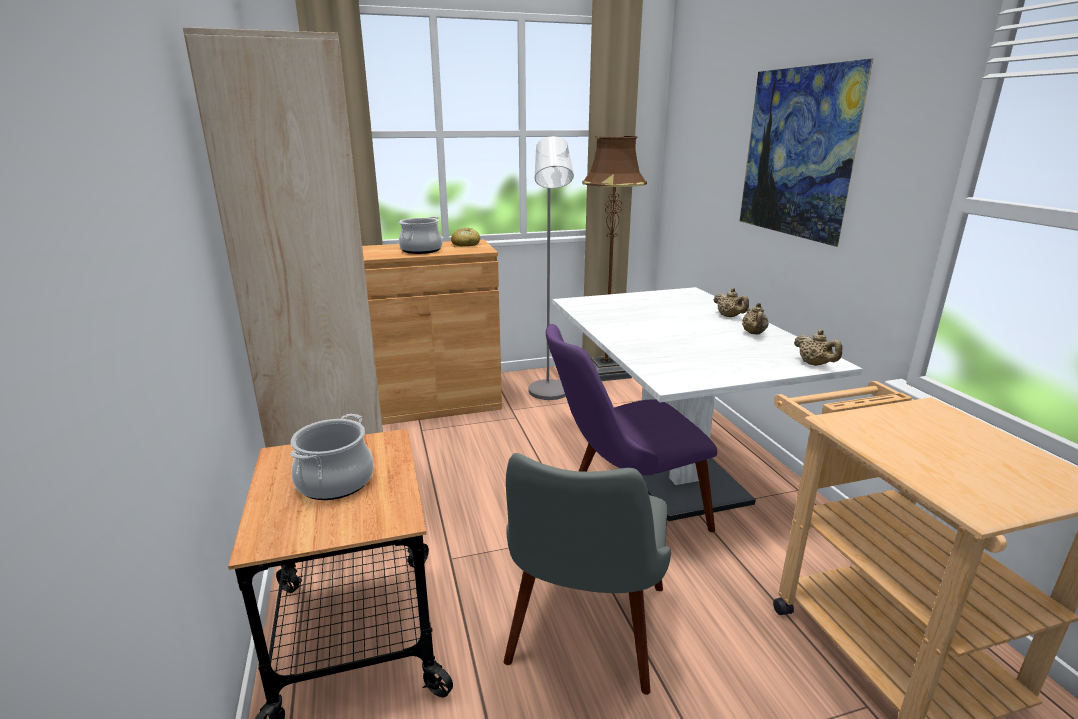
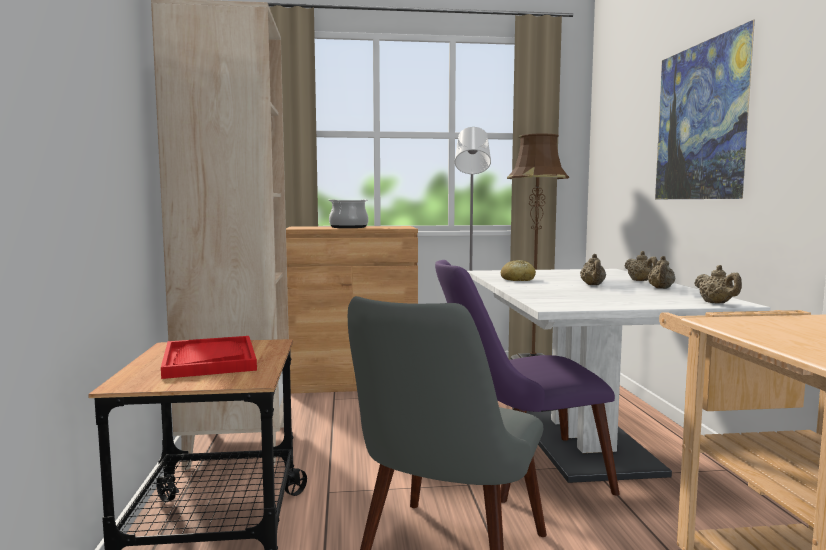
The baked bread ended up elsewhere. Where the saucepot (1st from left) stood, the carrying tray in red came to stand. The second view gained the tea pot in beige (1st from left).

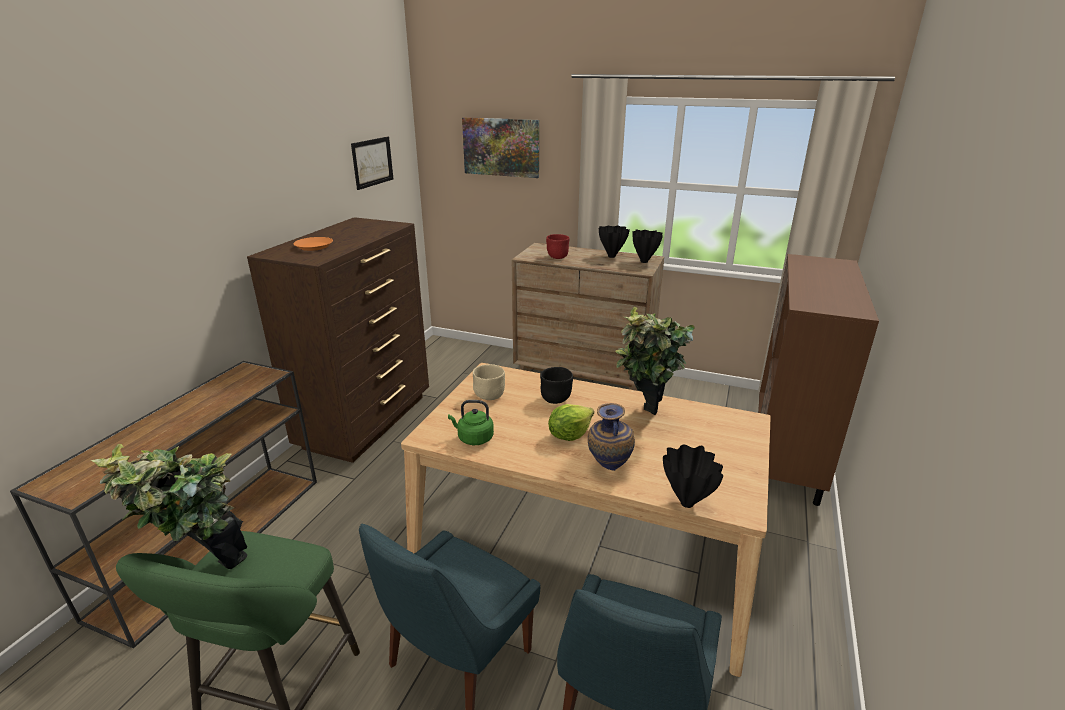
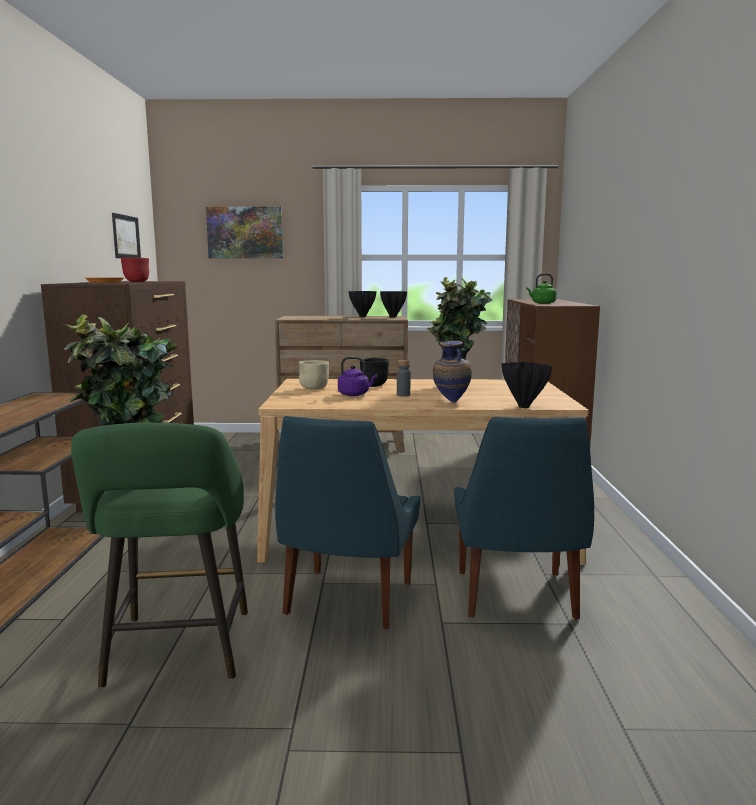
The serving bowl in red ended up elsewhere. The tea kettle in green-coloured ended up elsewhere. Where the lettuce head stood, the drink bottle in grey came to stand. The second view gained the tea kettle in purplish.

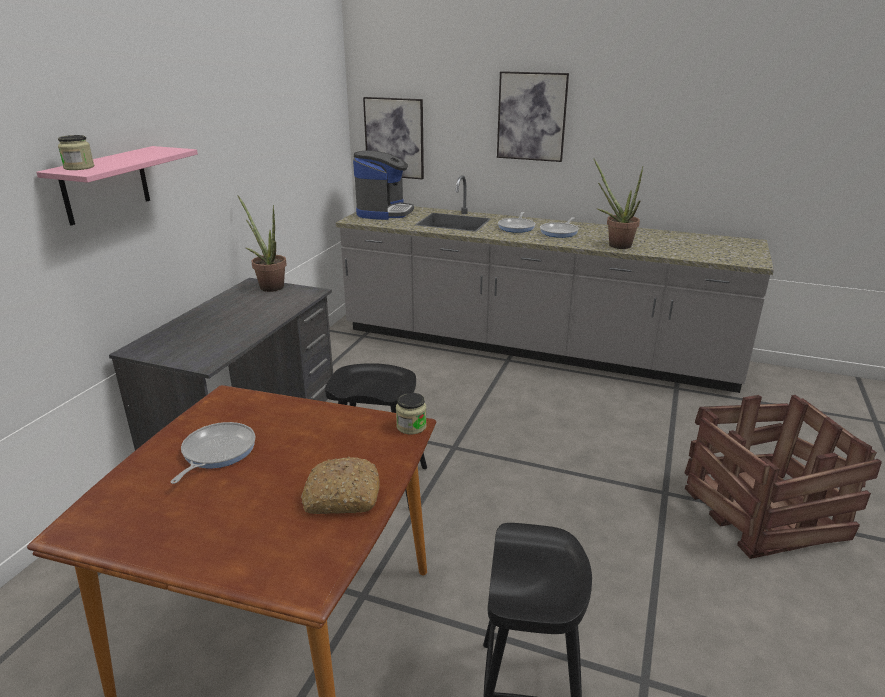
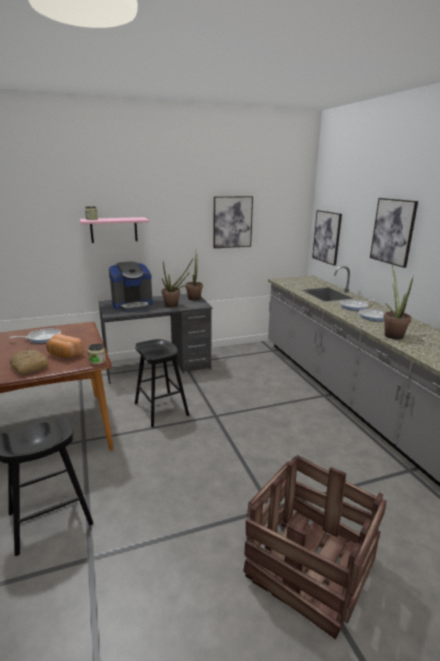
The coffee machine ended up elsewhere. The second view gained the wall picture (1st from left). The second view gained the potted plant (1st from left). The second view gained the baked bread (2nd from left).

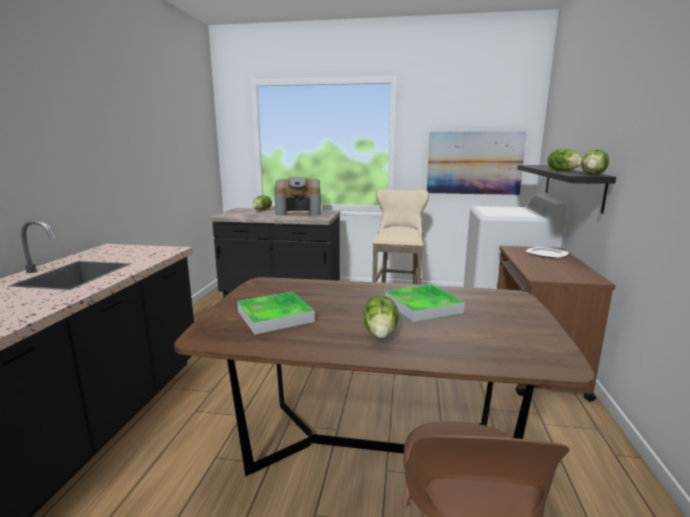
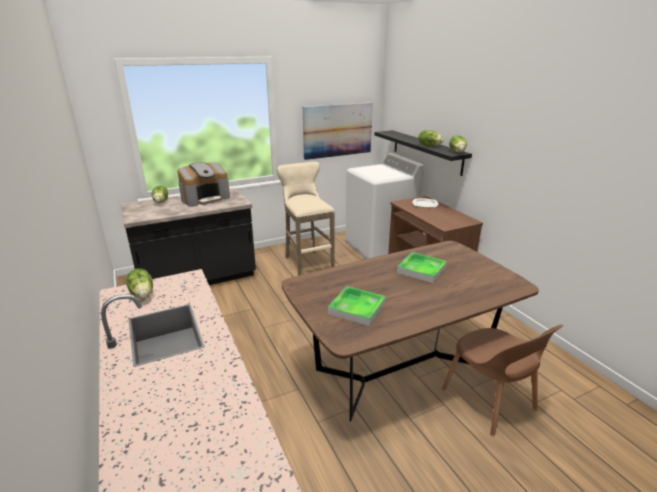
The lettuce head (2nd from left in the first image) ended up elsewhere.

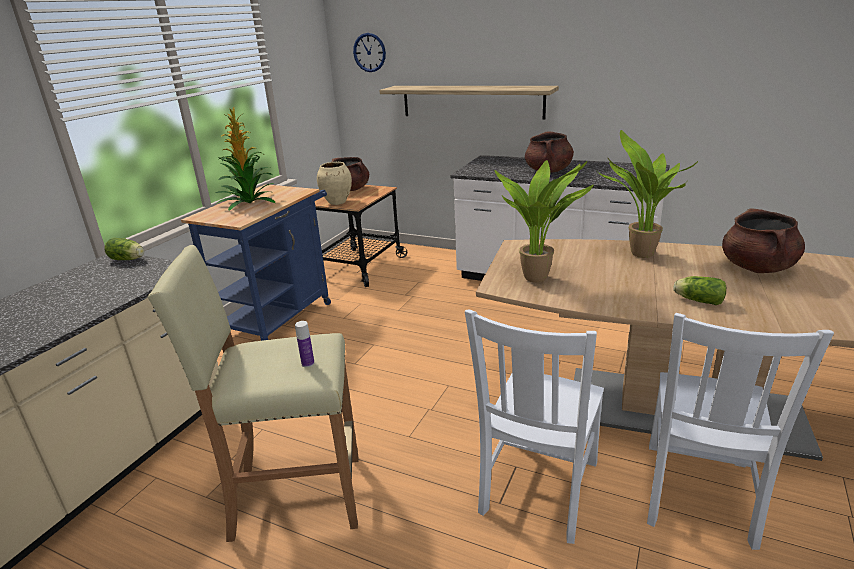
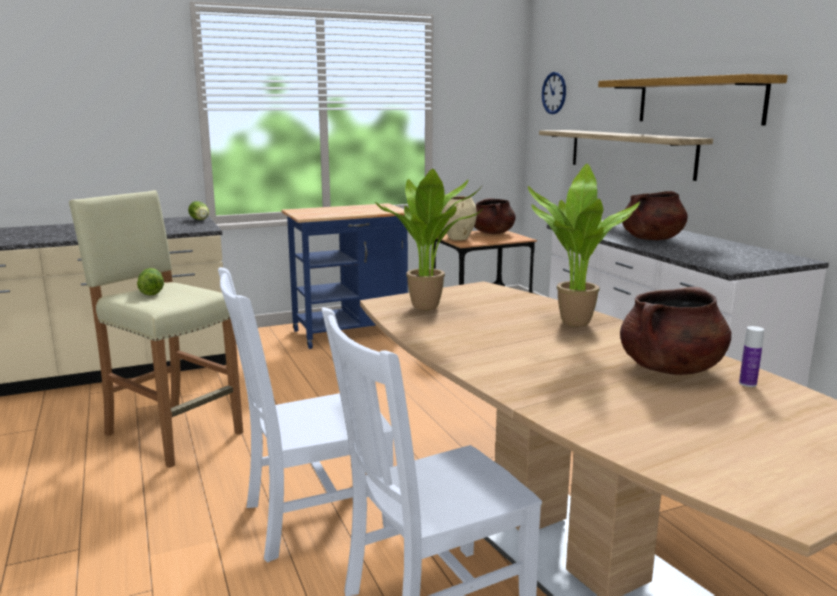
The second view lost the potted plant (1st from left). The lettuce head (2nd from left in the first image) ended up elsewhere. The drink bottle ended up elsewhere. The second view gained the wall shelf (2nd from left).

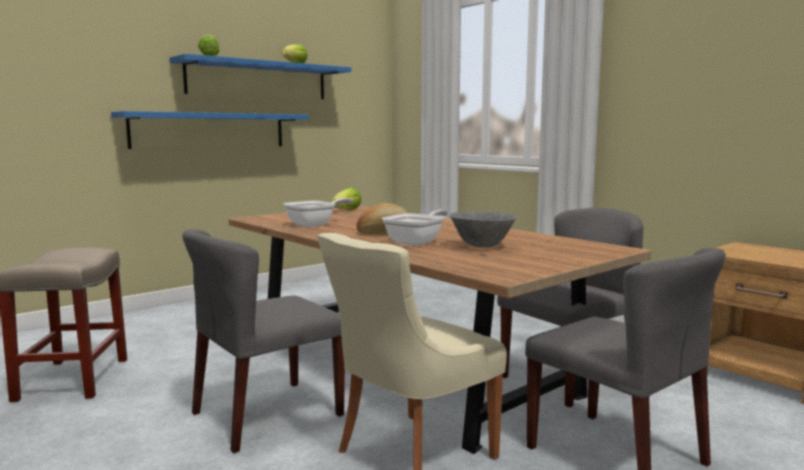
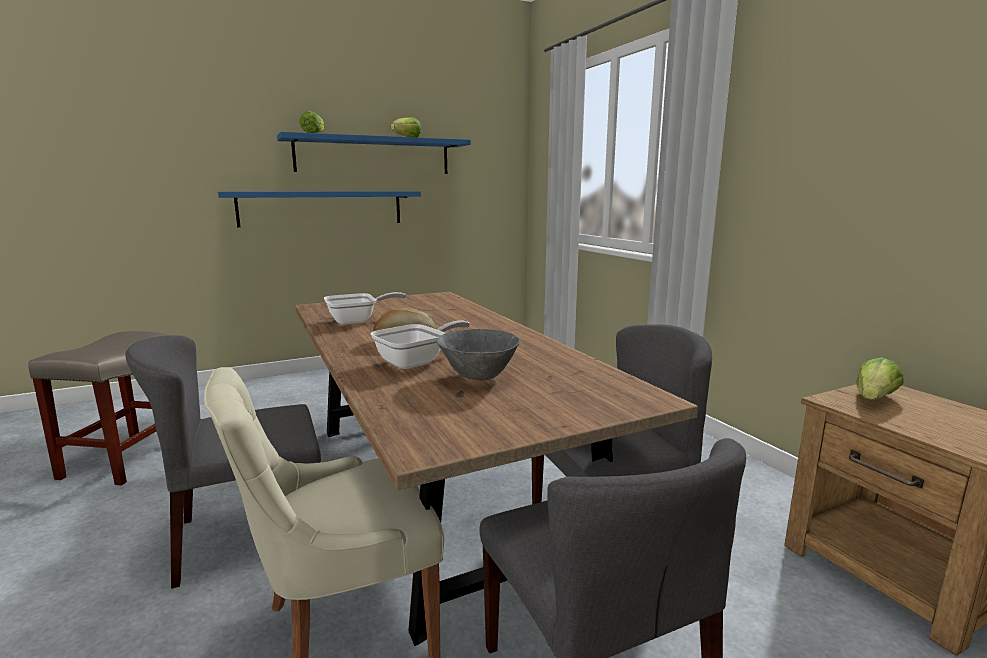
The lettuce head (3rd from left) ended up elsewhere.

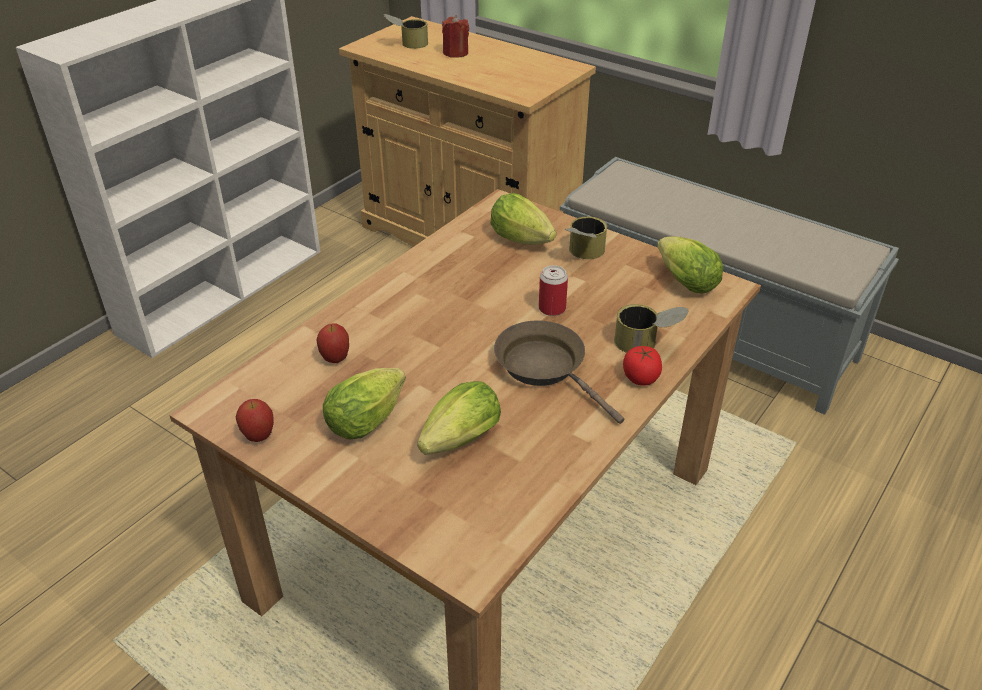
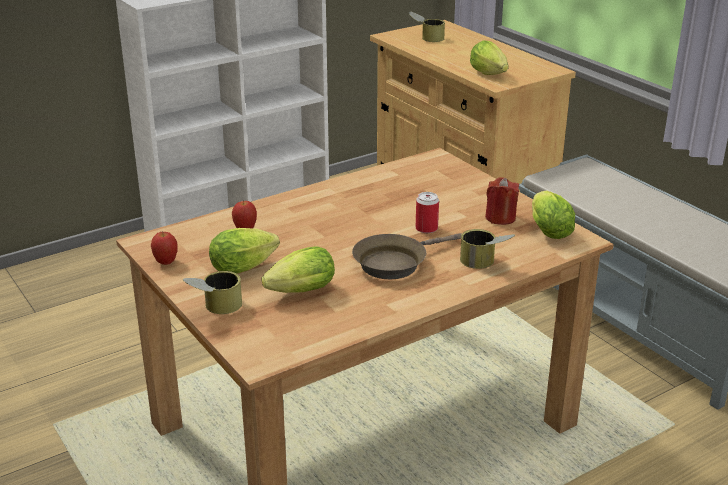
The wax light in red ended up elsewhere. The lettuce head (3rd from left) ended up elsewhere. The metal can (3rd from left in the first image) ended up elsewhere. The skillet in brownish ended up facing another way, 105 degrees counterclockwise from before. The second view lost the whole tomato.

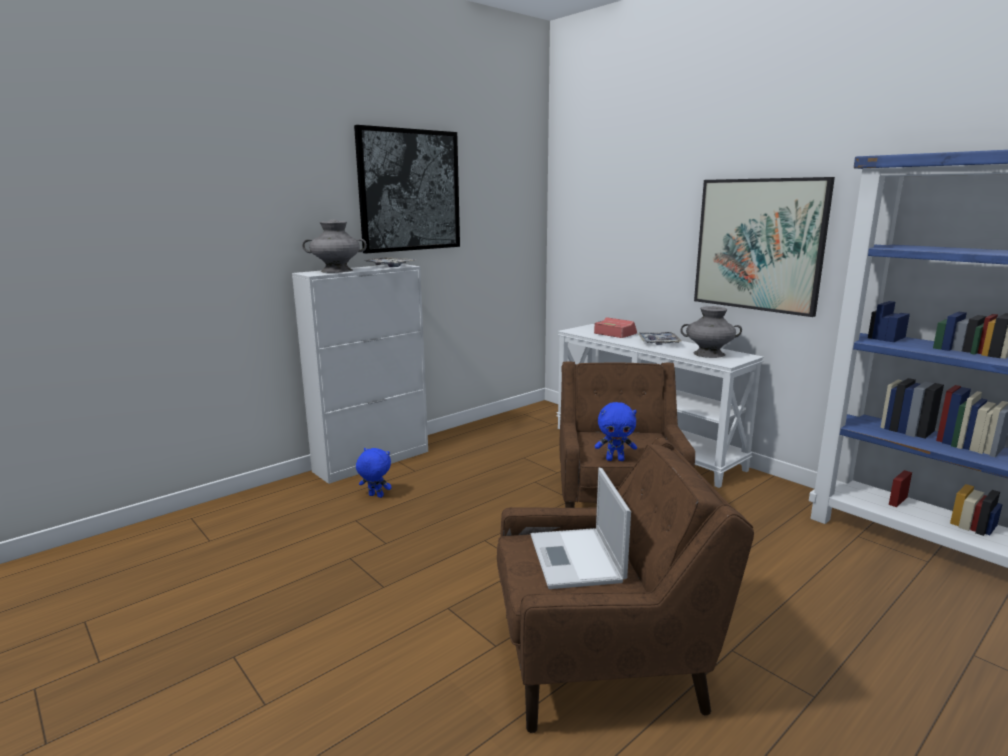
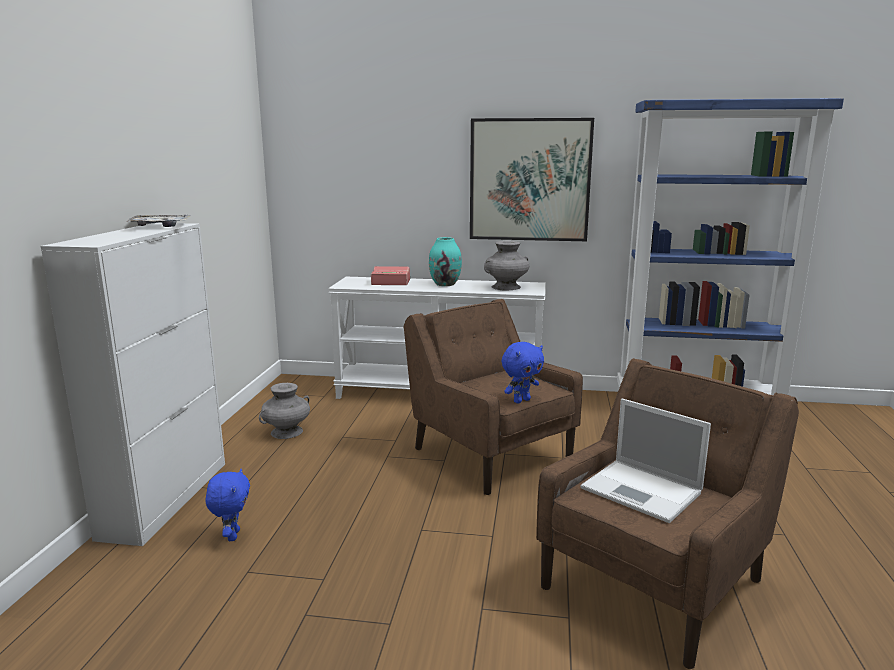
The second view lost the wall picture (1st from left). The flower vase in grey (1st from left) ended up elsewhere. Where the carrying tray (2nd from left) stood, the flower vase in turquoise came to stand. The cuddly toy in bluish (1st from left) ended up facing another way, 105 degrees clockwise from before.

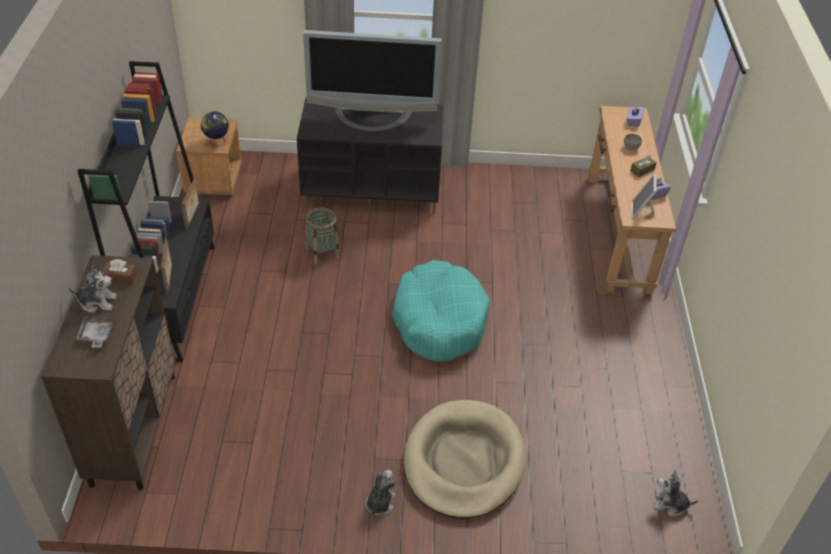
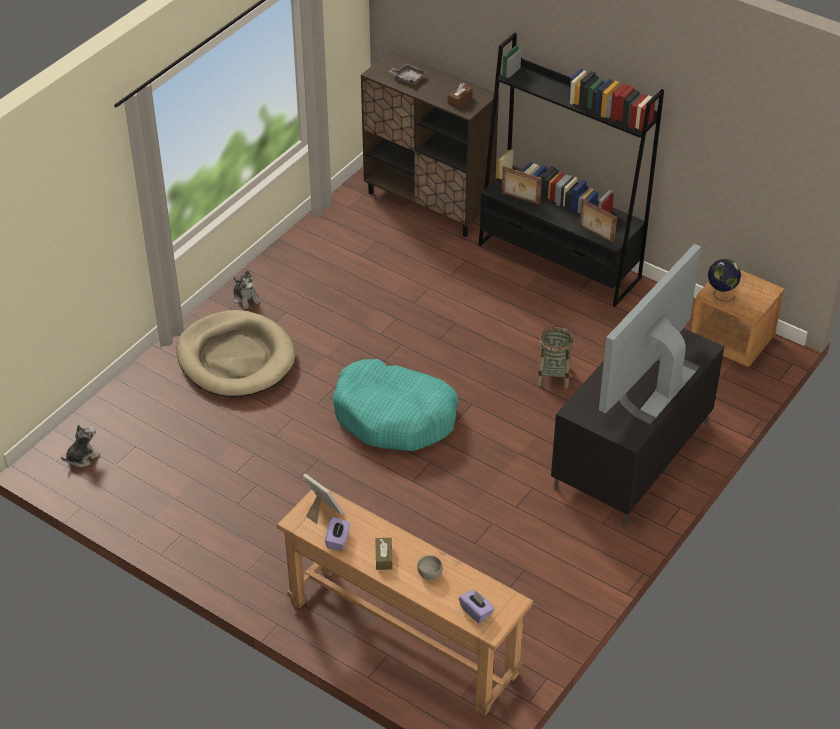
The second view lost the cuddly toy (1st from left).

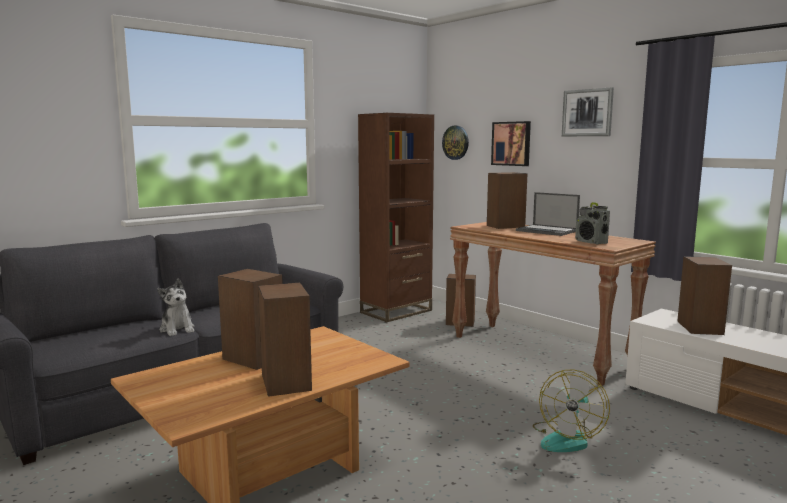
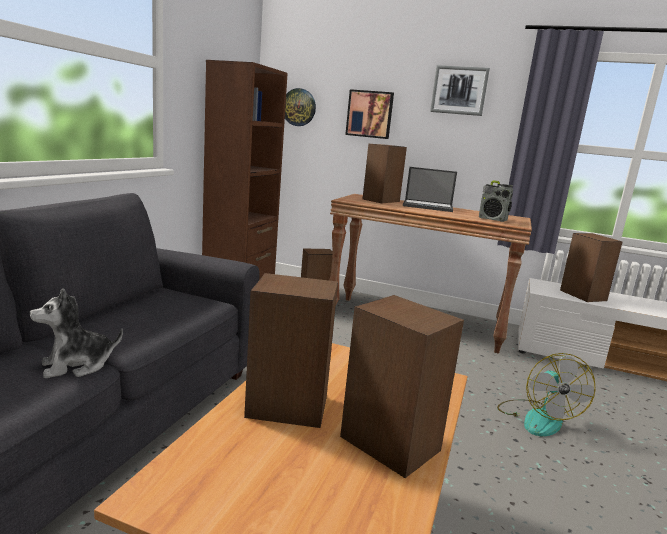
The cuddly toy ended up facing another way, 120 degrees clockwise from before.

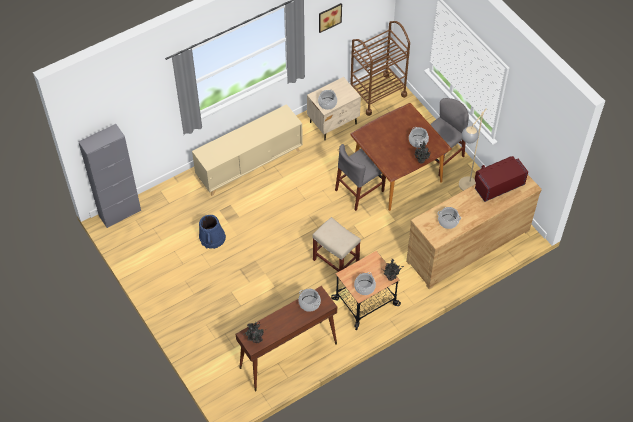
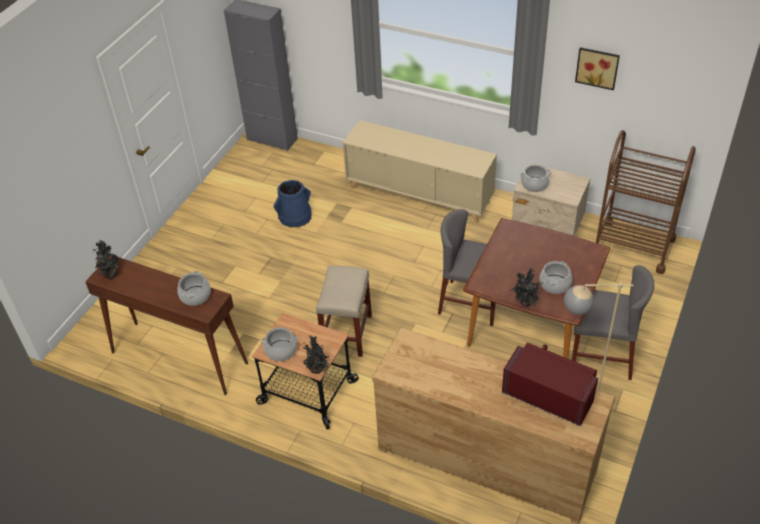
The second view lost the saucepot (5th from left).

